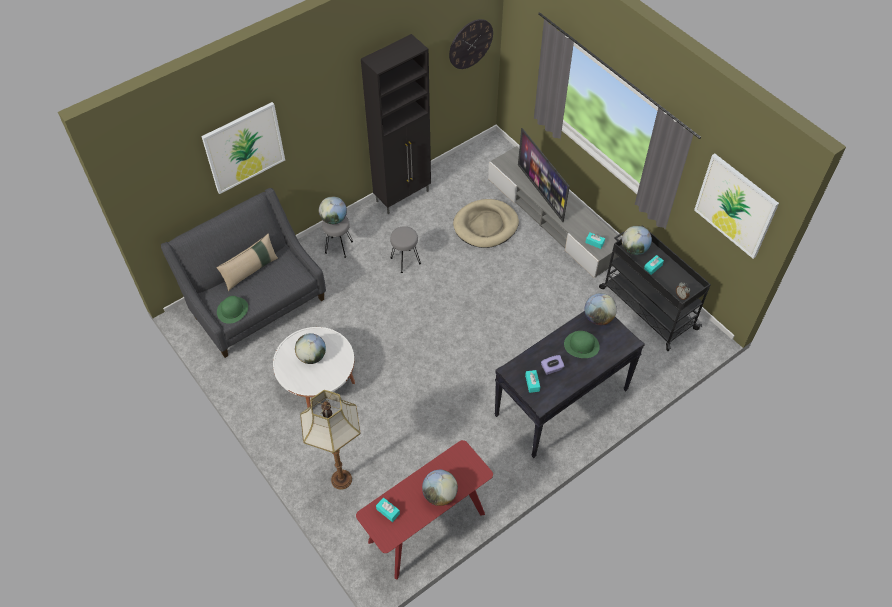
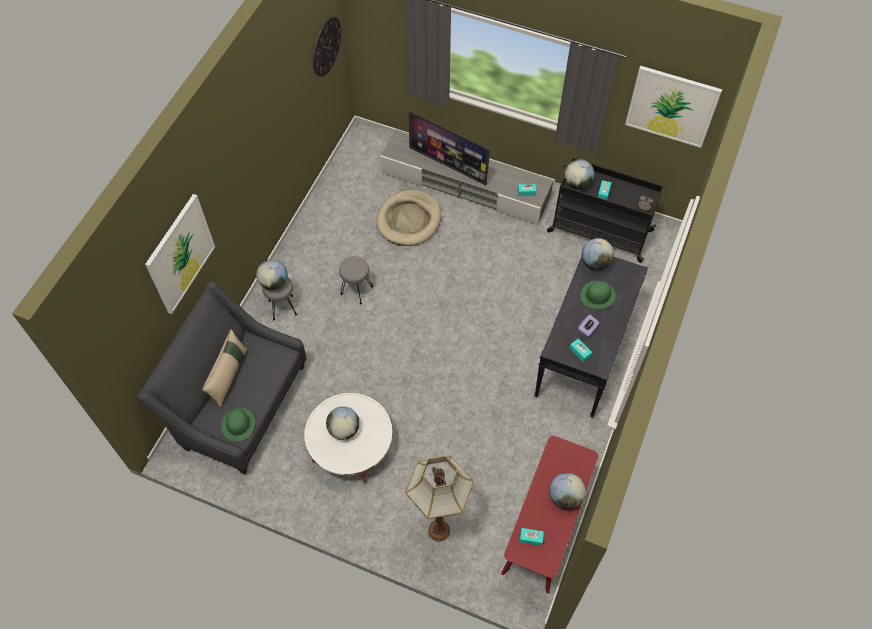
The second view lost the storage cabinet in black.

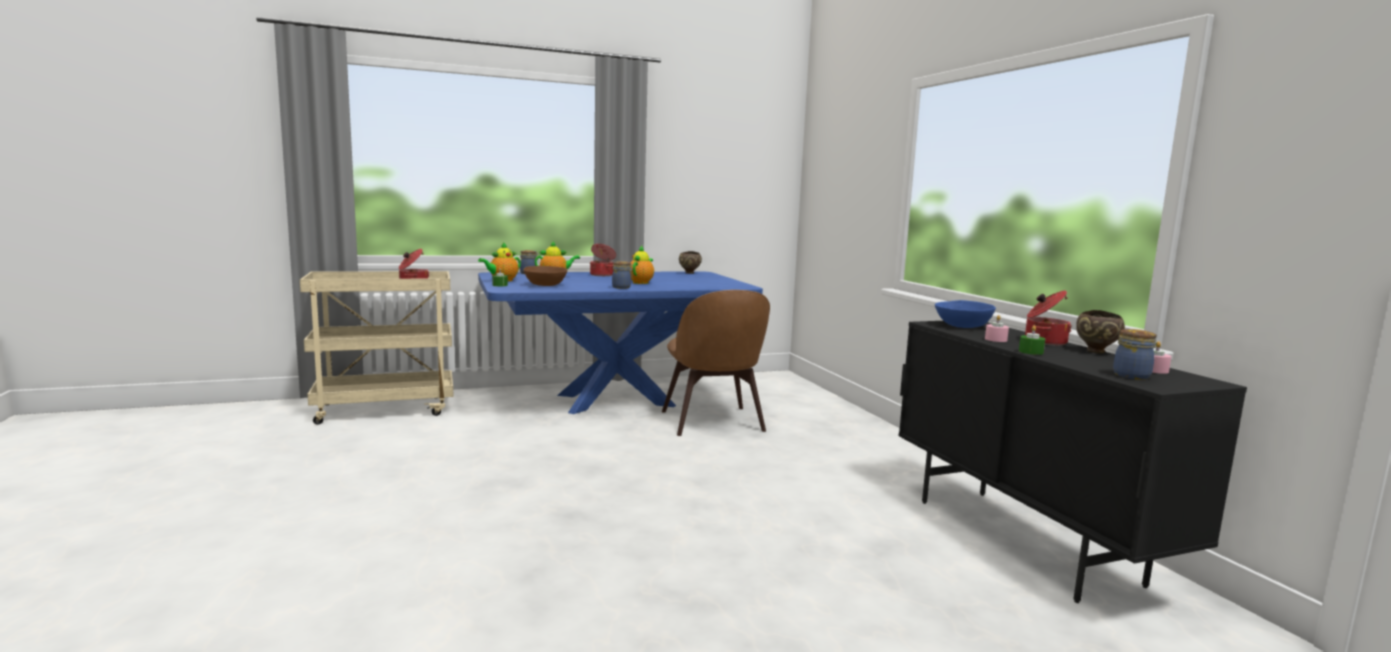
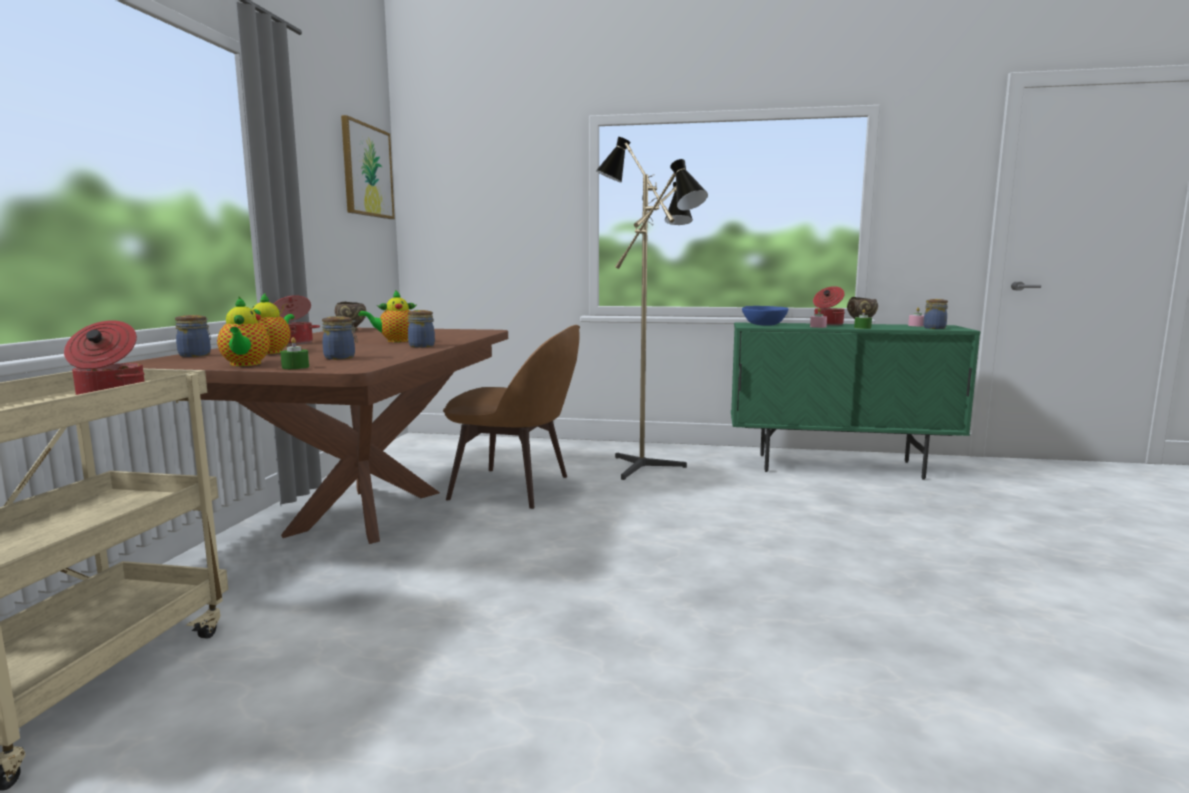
The tea pot (3rd from left) ended up facing another way, 75 degrees counterclockwise from before. Where the serving bowl in brownish (1st from left) stood, the storage jar (2nd from left) came to stand. What was the dinner table in bluish turned into the dinner table in brownish. What was the storage cabinet in black turned into the storage cabinet in green-coloured. The second view gained the wall picture. The second view gained the standard lamp.

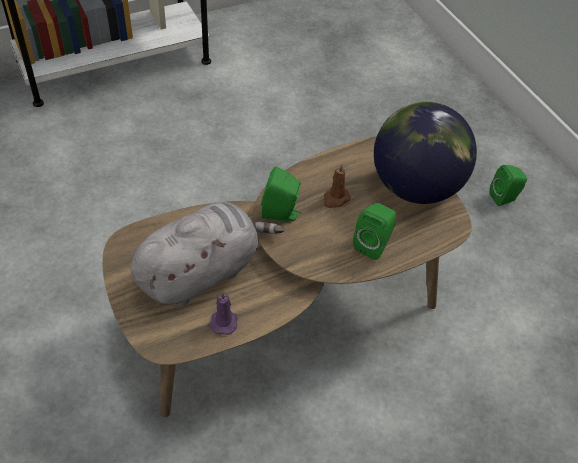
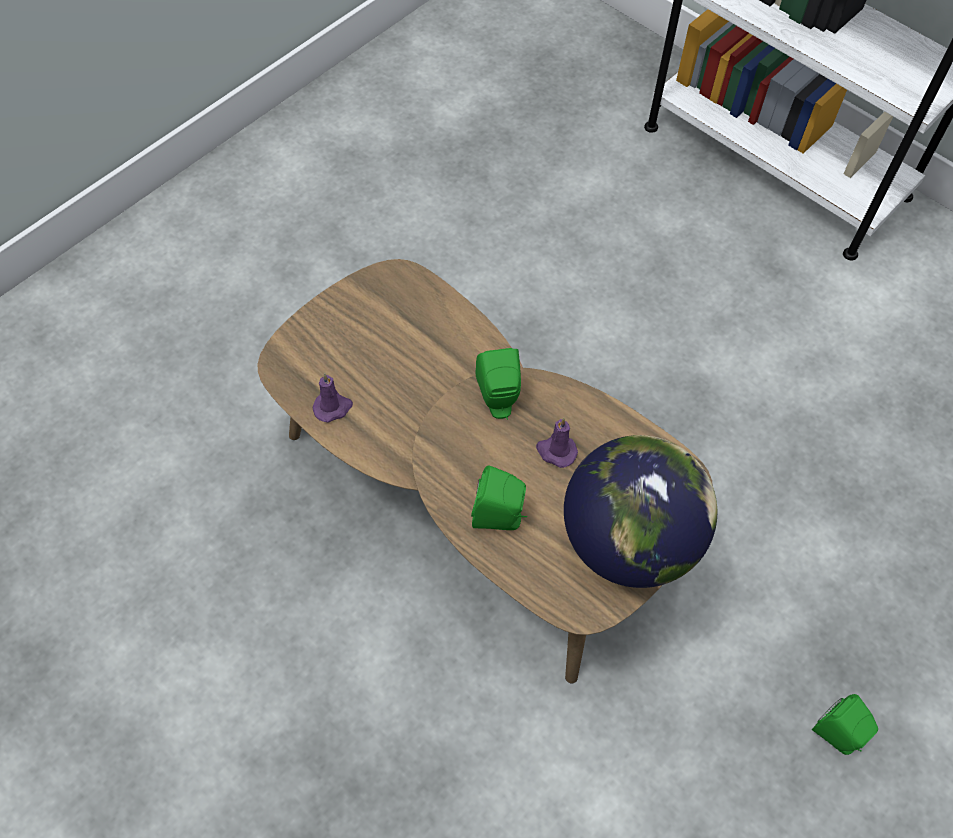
What was the wax light in brownish turned into the wax light in purplish (2nd from left). The second view lost the cuddly toy in grey.

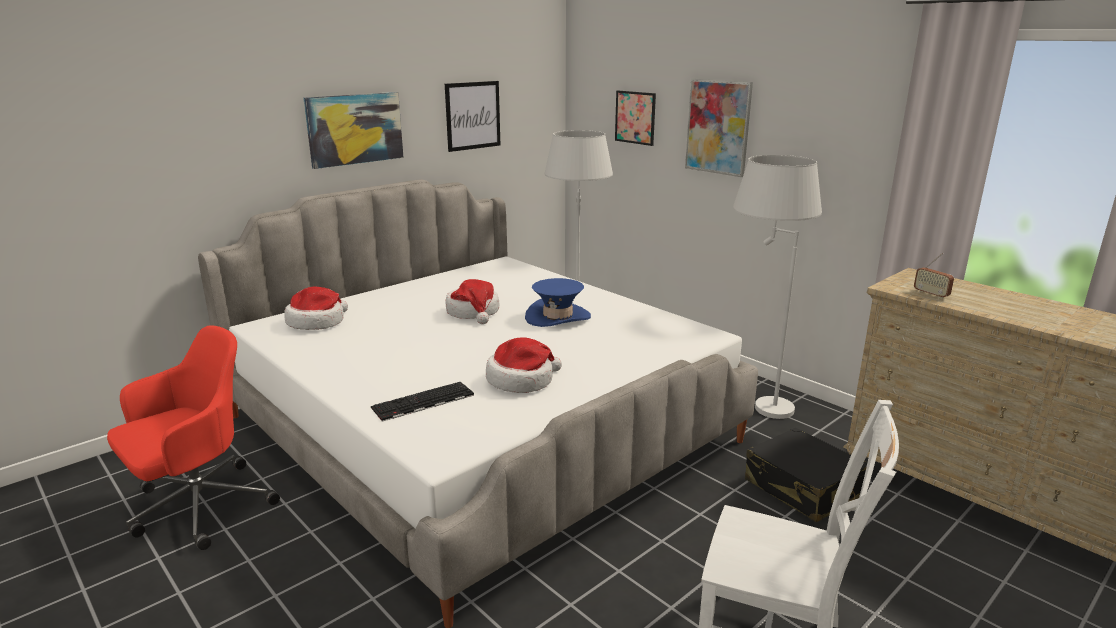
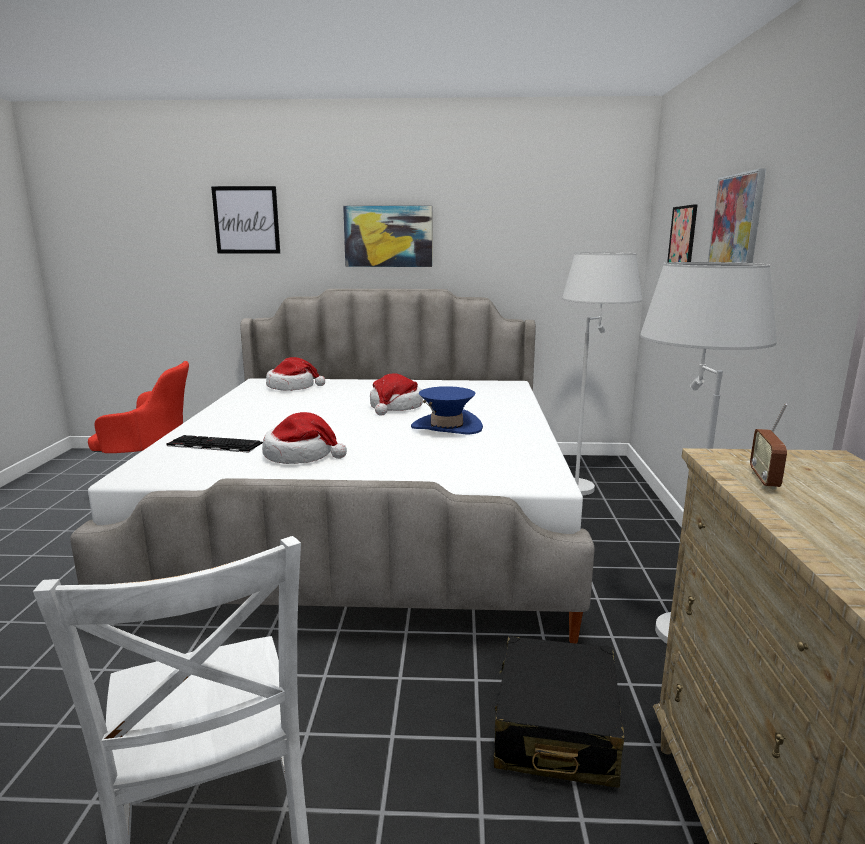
The wall picture (2nd from left in the first image) ended up elsewhere.

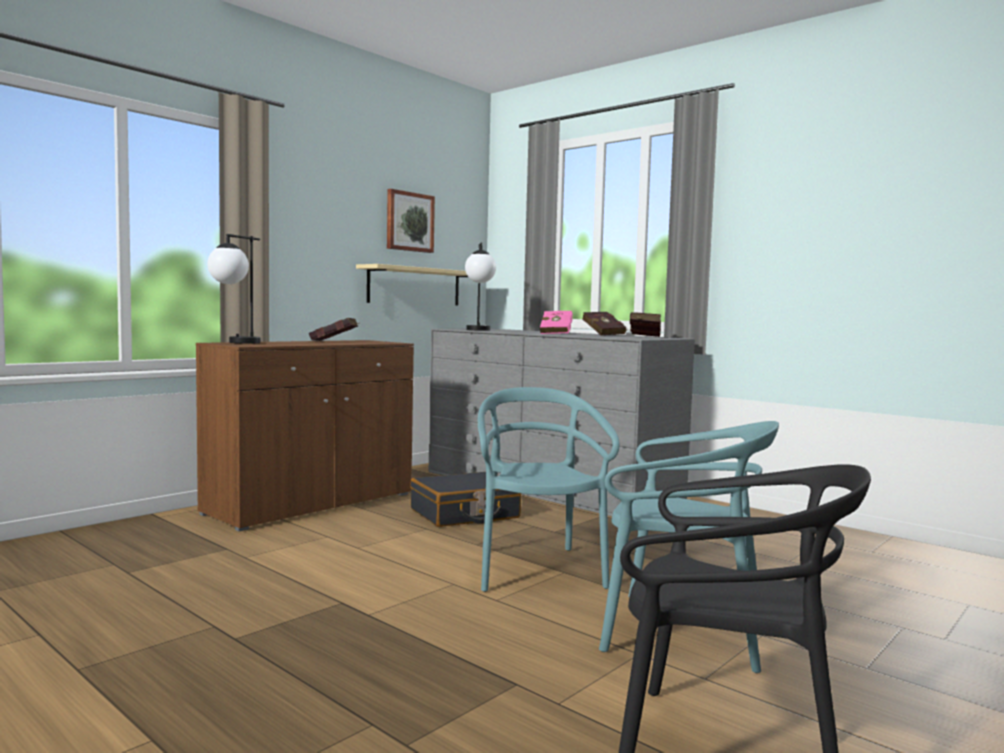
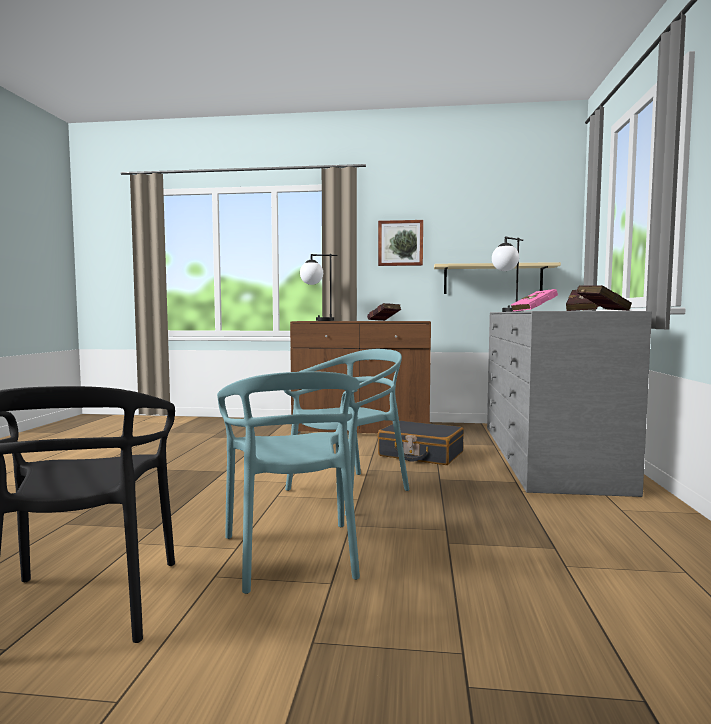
The wall picture ended up elsewhere.

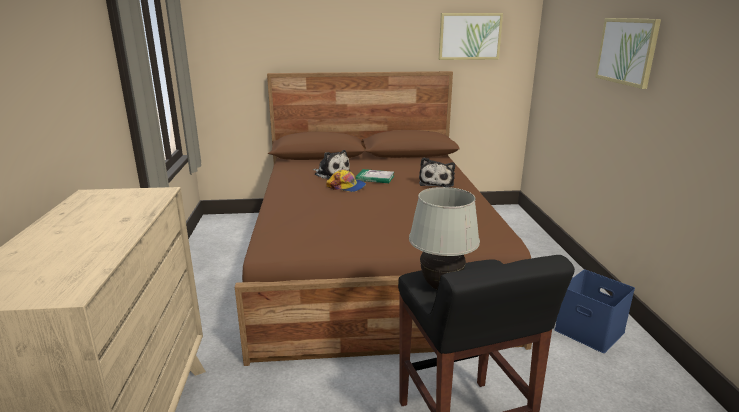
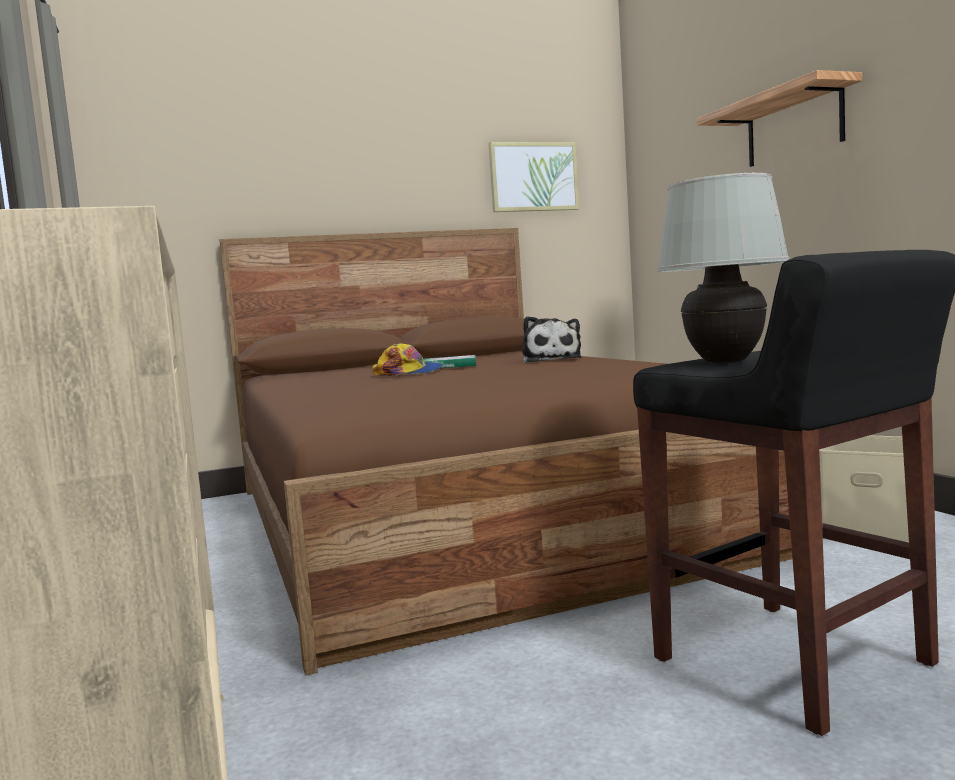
Where the wall picture (2nd from left) hung, the wall shelf came to hang. The second view lost the cuddly toy (1st from left). What was the storage container in bluish turned into the storage container in beige.

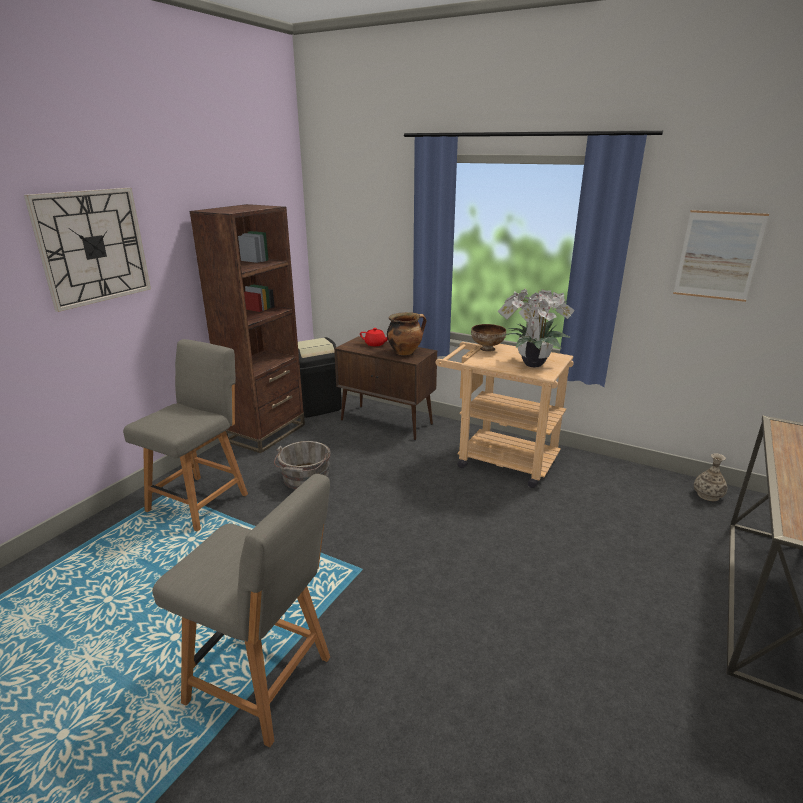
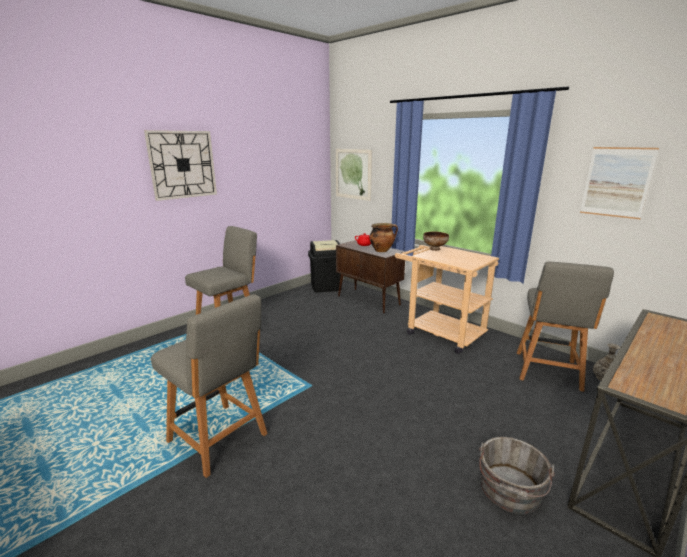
The second view lost the bookcase in brownish. The second view lost the potted plant. The water bucket in grey ended up elsewhere. The second view gained the wall picture (1st from left). The second view gained the plain chair in grey (3rd from left).

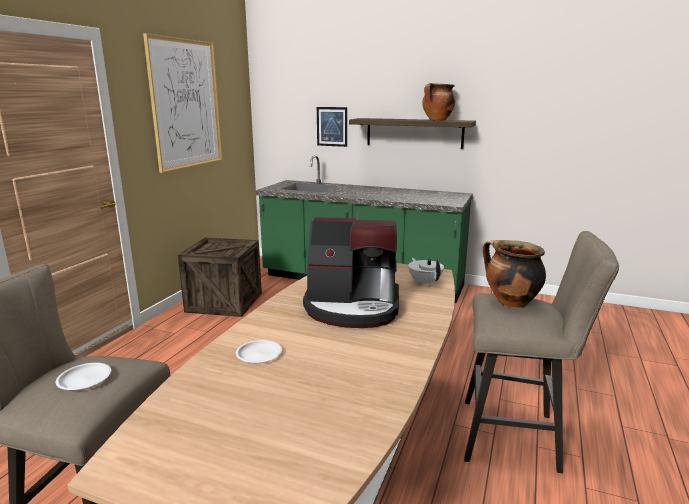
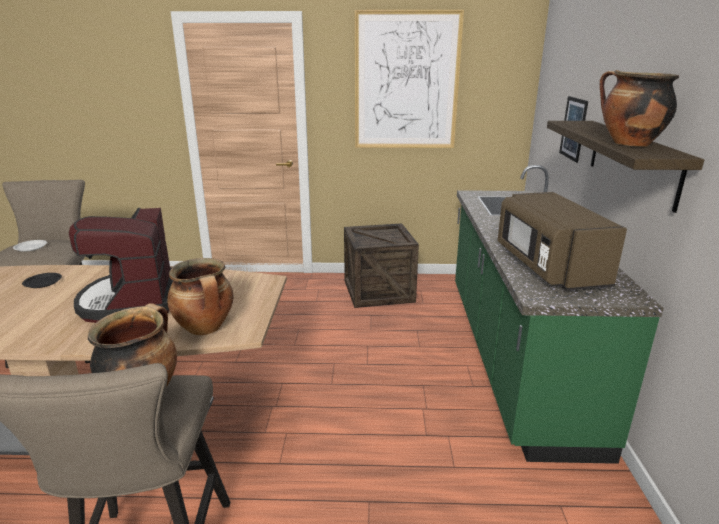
Where the tea pot in white-coloured stood, the saucepot (2nd from left) came to stand. What was the flat dish in white-coloured (2nd from left) turned into the flat dish in black. The second view gained the kitchen microwave in brownish.

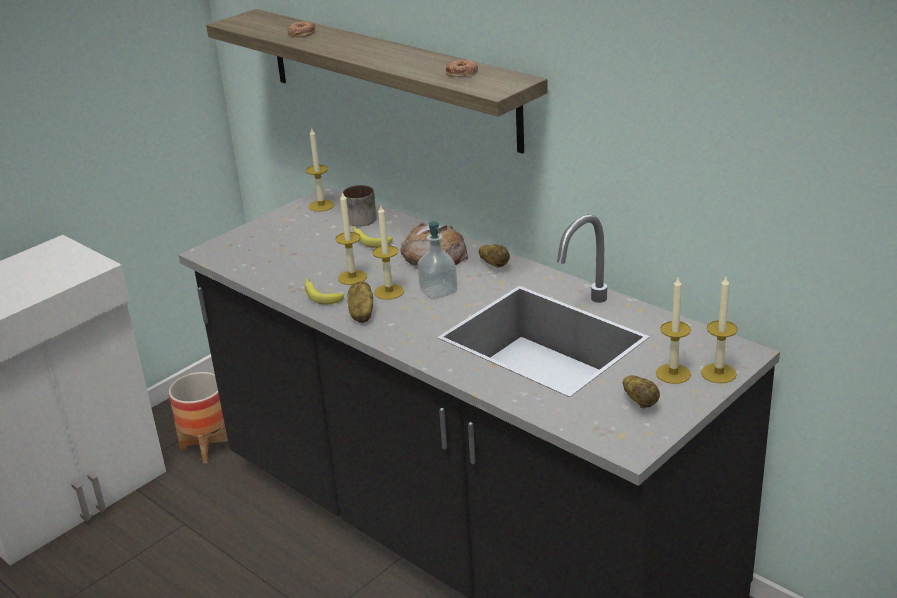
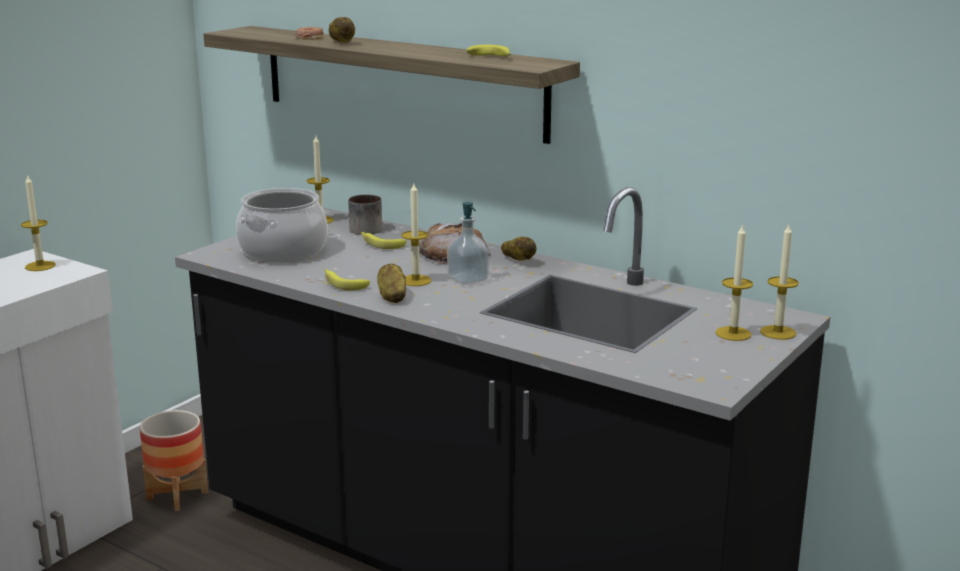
Where the ring doughnut (2nd from left) stood, the banana (3rd from left) came to stand. The wax light (2nd from left in the first image) ended up elsewhere. The whole potato (3rd from left in the first image) ended up elsewhere. The second view gained the saucepot.

